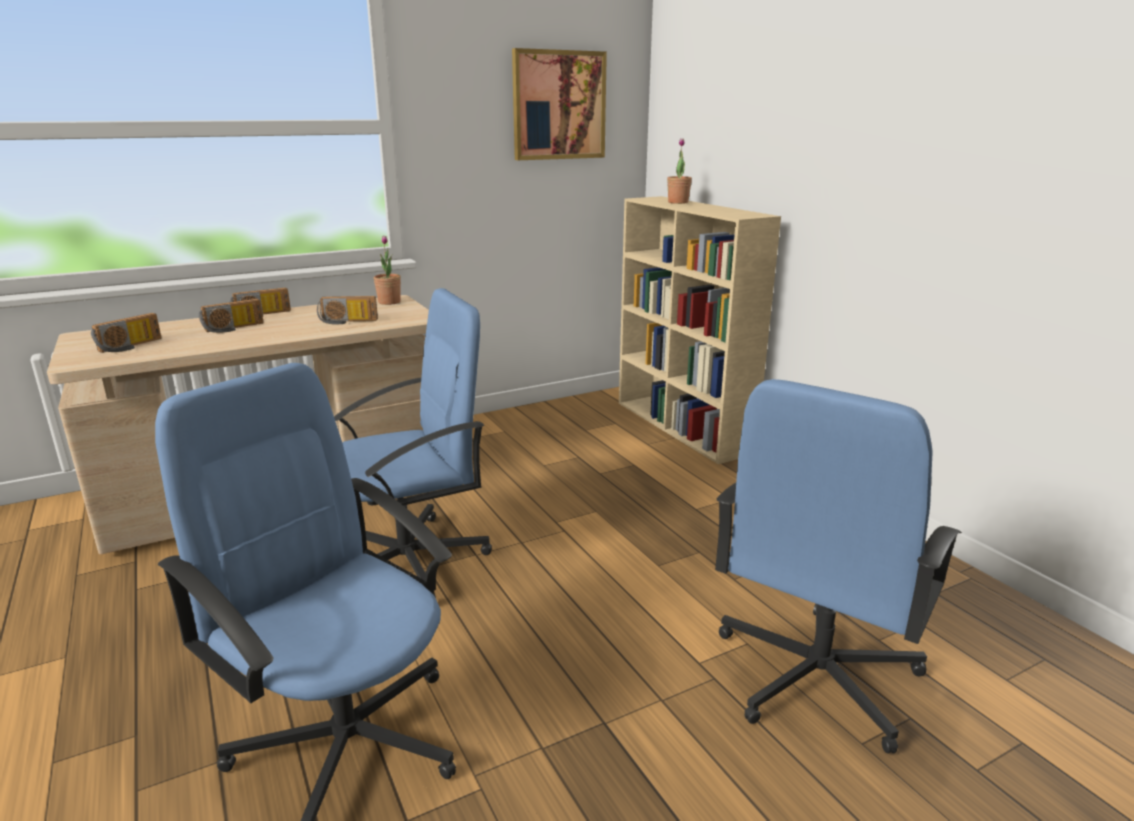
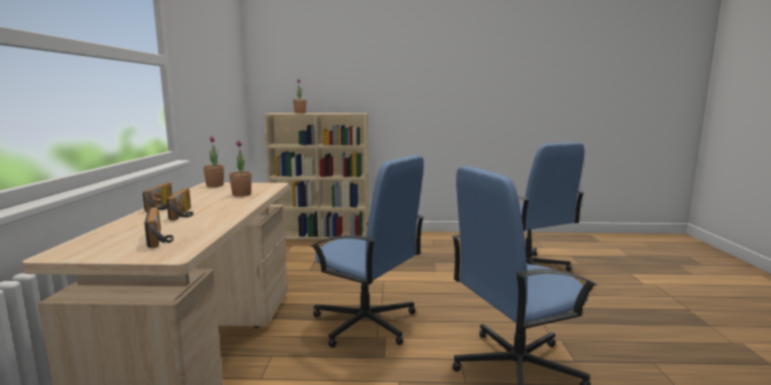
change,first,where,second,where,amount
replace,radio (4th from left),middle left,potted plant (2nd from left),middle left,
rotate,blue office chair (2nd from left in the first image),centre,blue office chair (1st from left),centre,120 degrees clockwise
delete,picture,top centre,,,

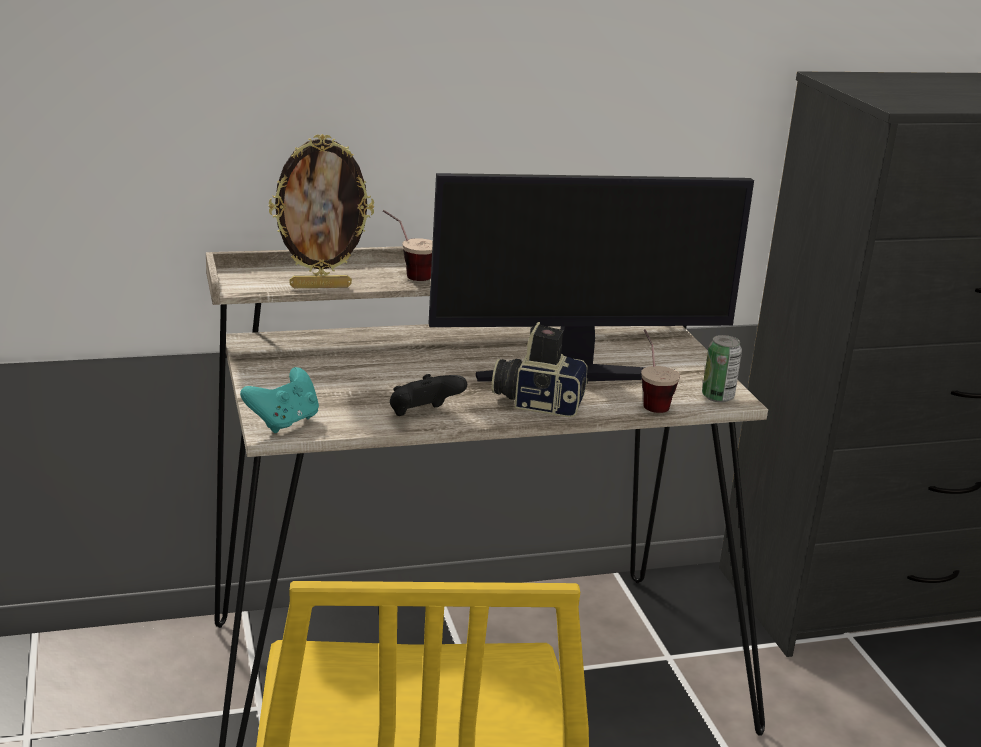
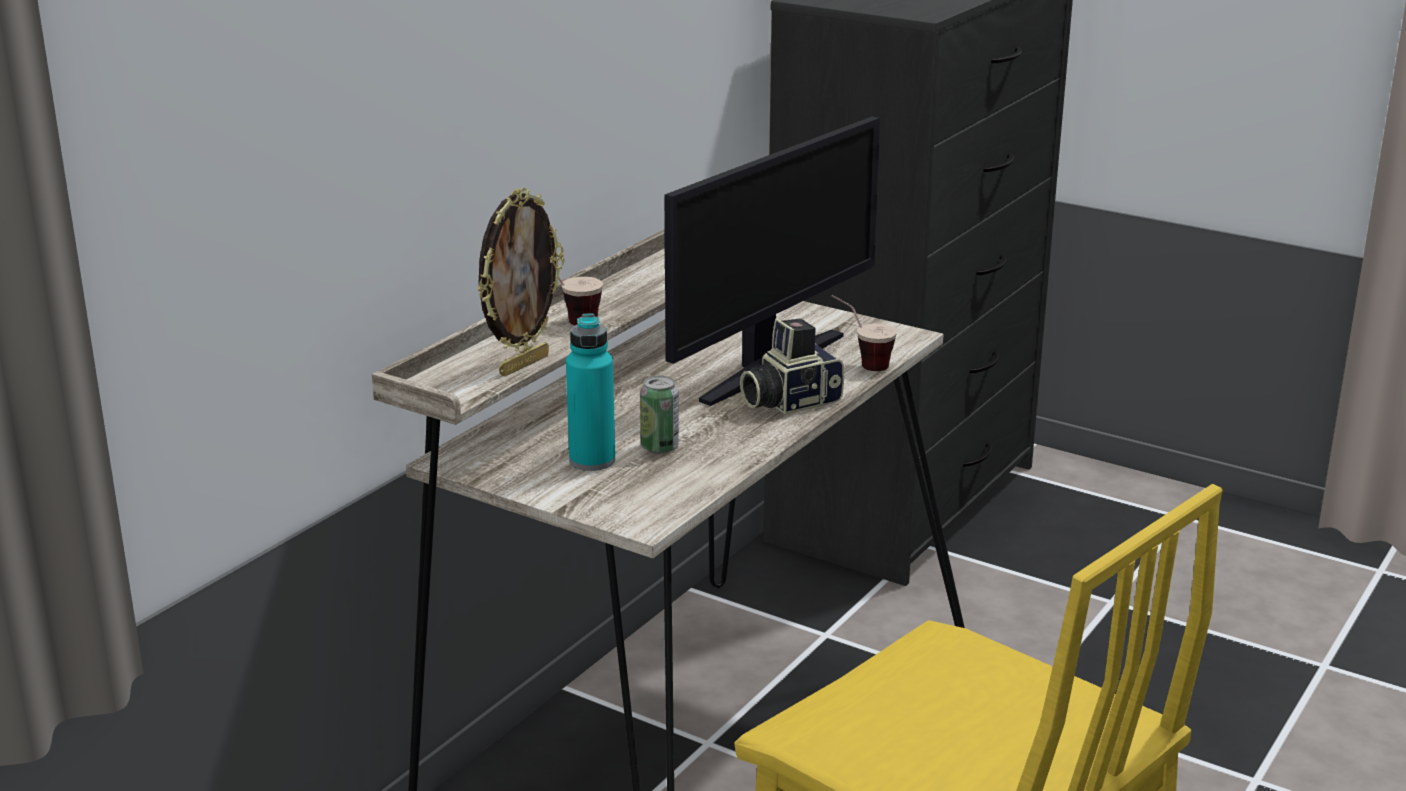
change,first,where,second,where,amount
delete,turquoise game controller,middle left,,,
delete,black game controller,centre,,,
move,can,middle right,,centre,
insert,,,turquoise bottle,centre,

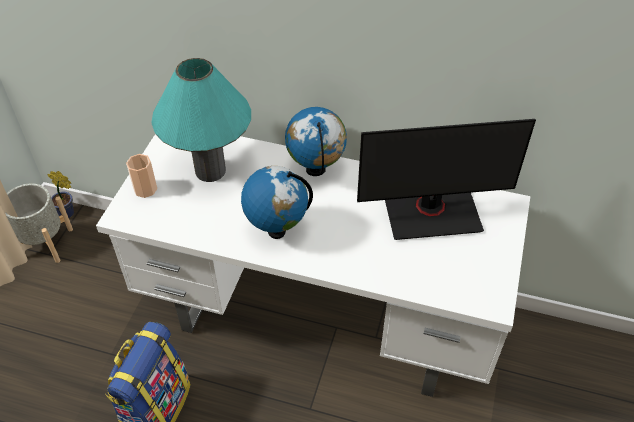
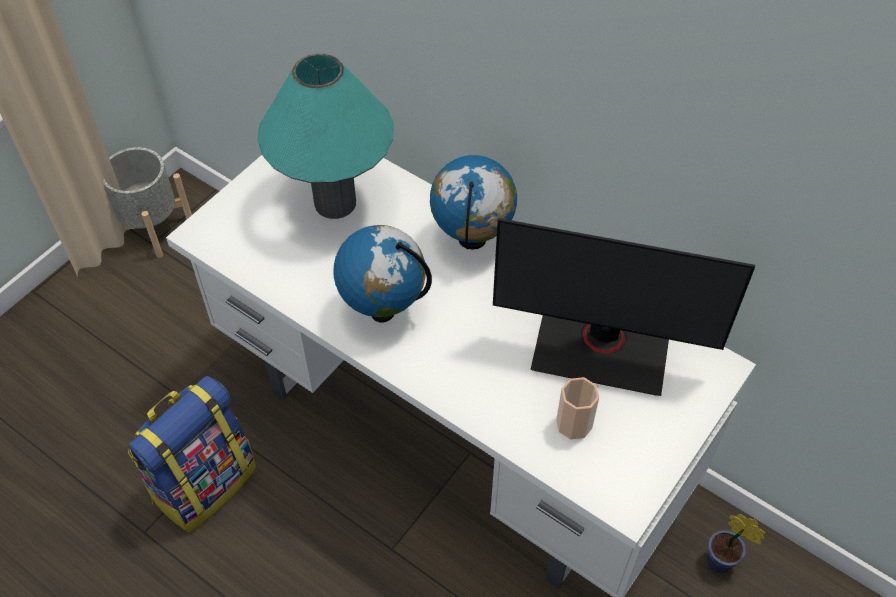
change,first,where,second,where,amount
move,potted plant,middle left,,bottom right,
move,cup,middle left,,bottom centre,

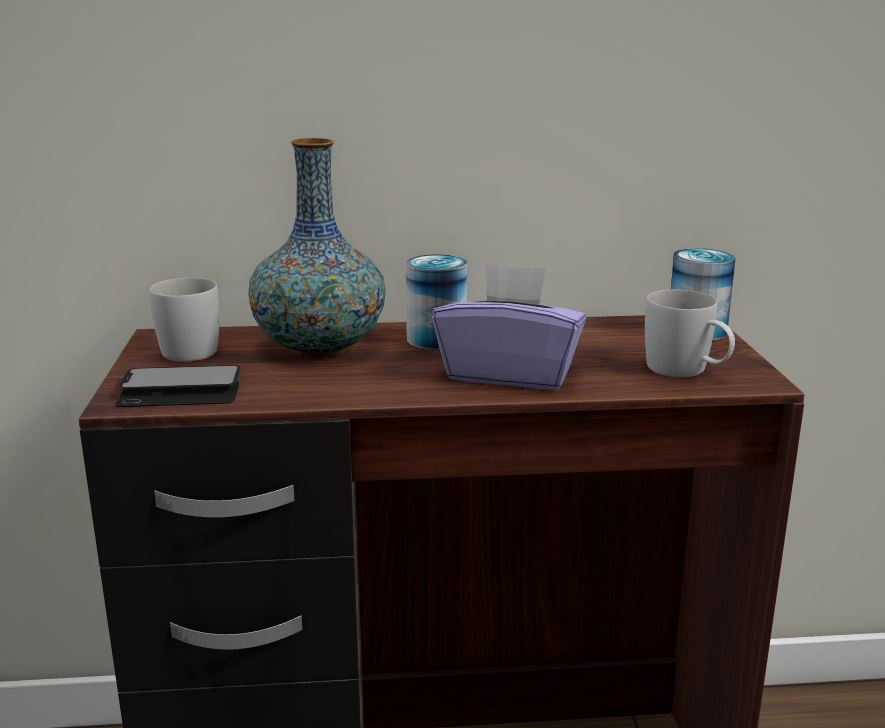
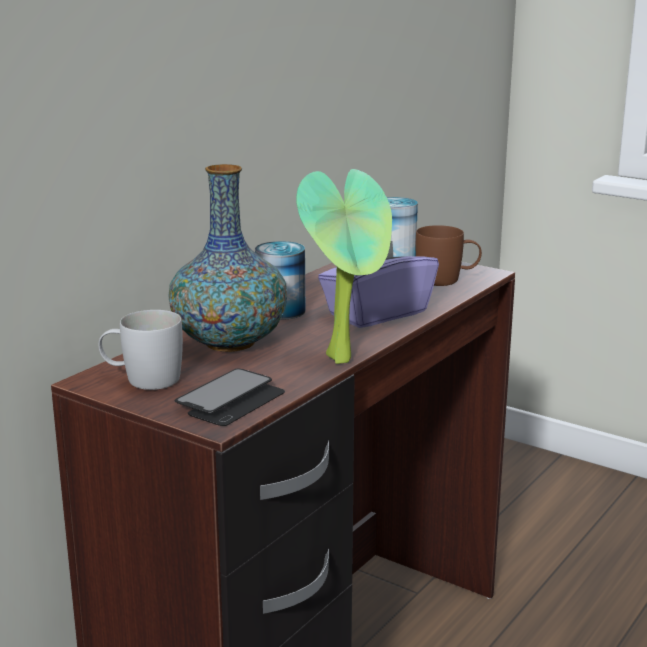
change,first,where,second,where,amount
recolor,white mug (2nd from left),middle right,brown mug,middle right,
insert,,,potted plant,centre,

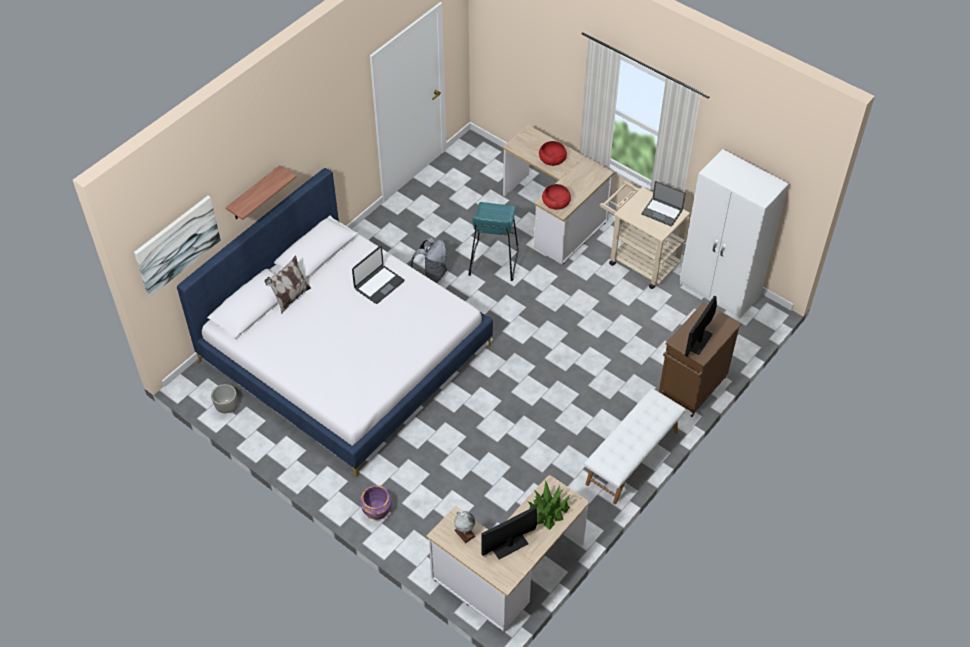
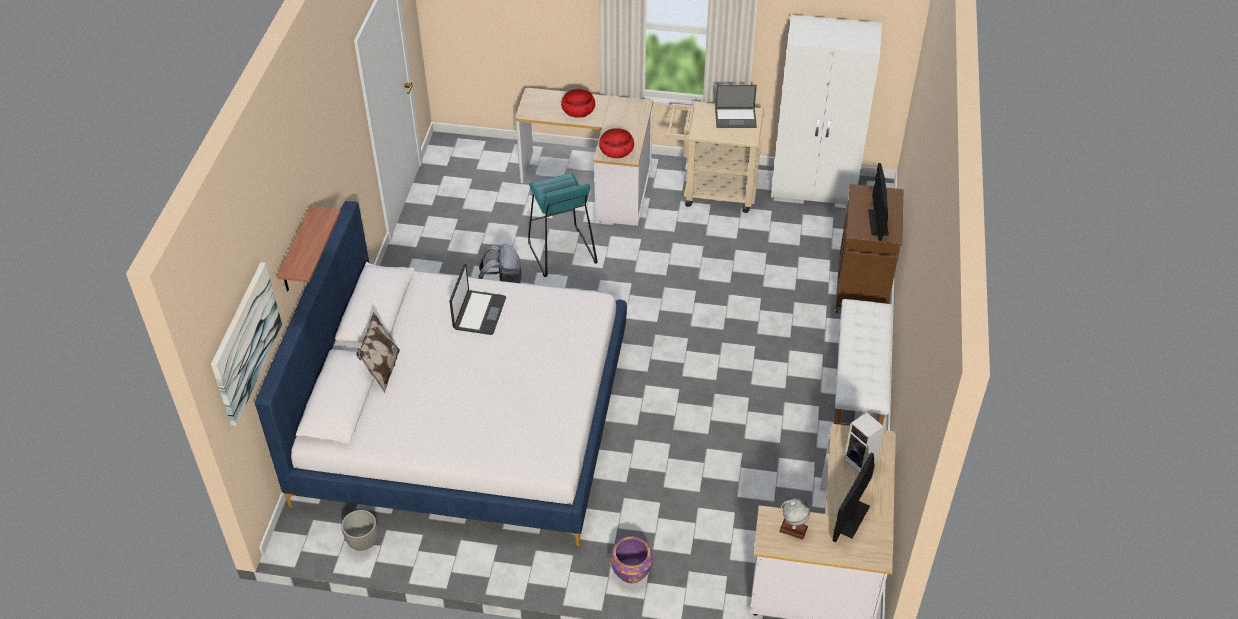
change,first,where,second,where,amount
replace,potted plant,bottom centre,speaker,bottom right,

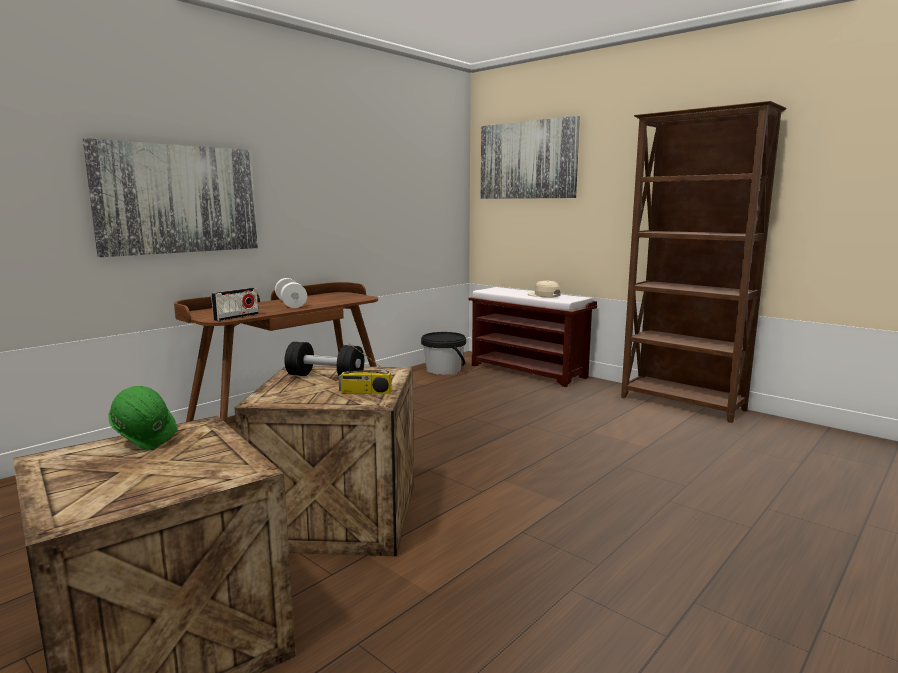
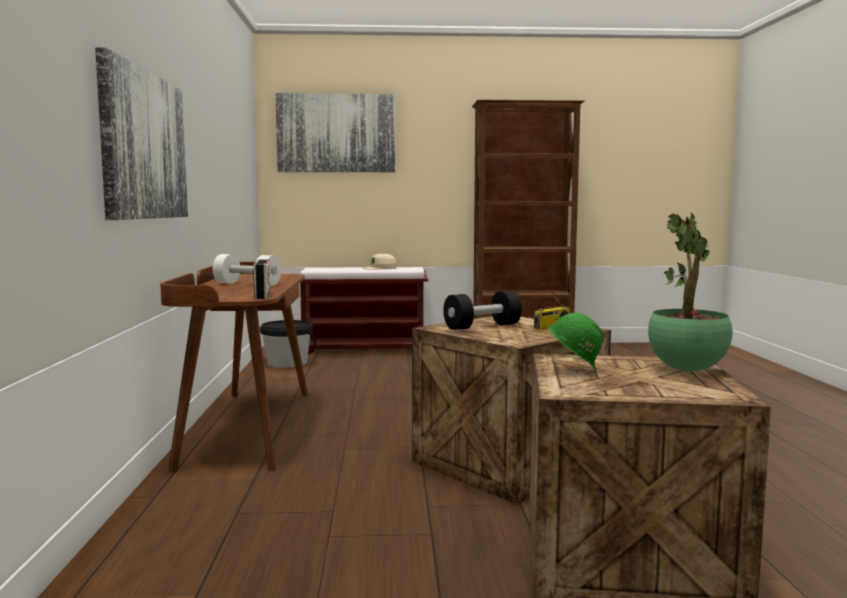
change,first,where,second,where,amount
insert,,,potted plant,middle right,

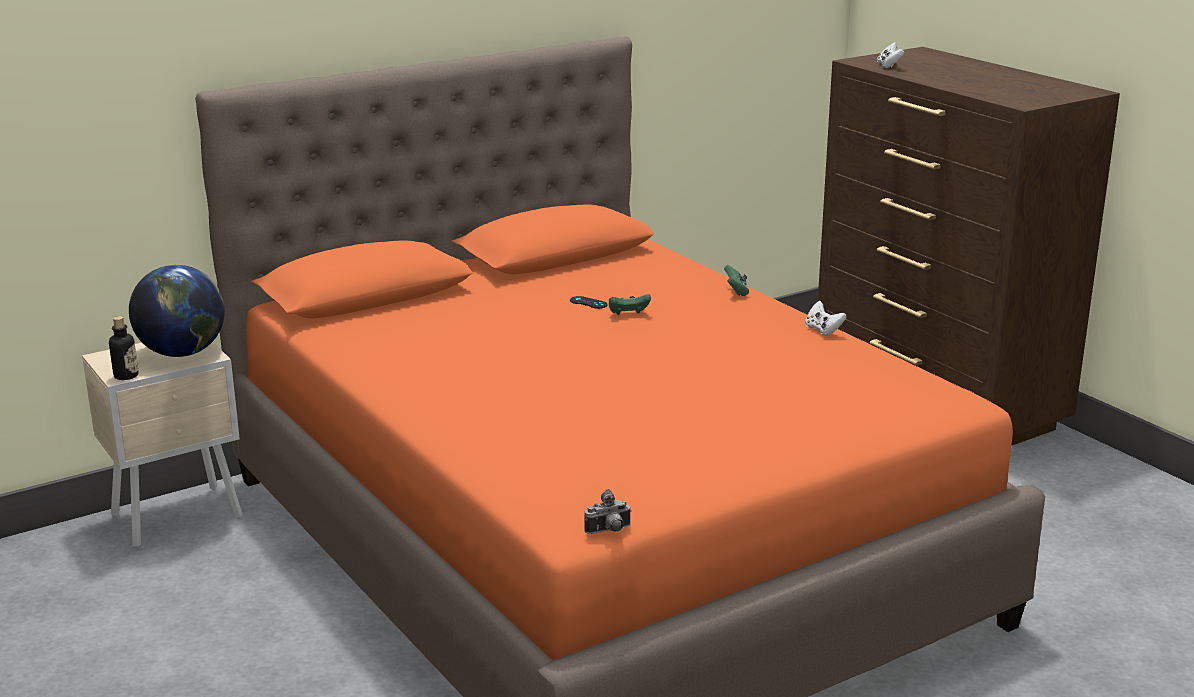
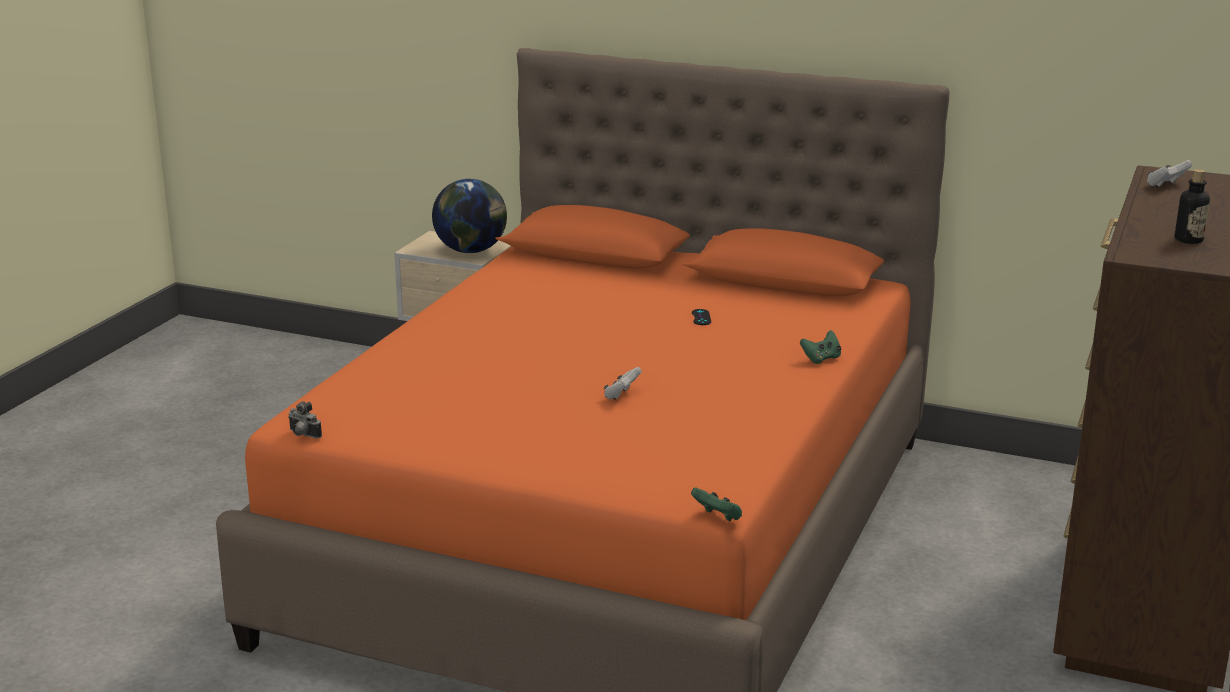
change,first,where,second,where,amount
move,bottle,middle left,,top right,
move,green game controller (1st from left),centre,,bottom centre,
move,white game controller (1st from left),middle right,,centre,

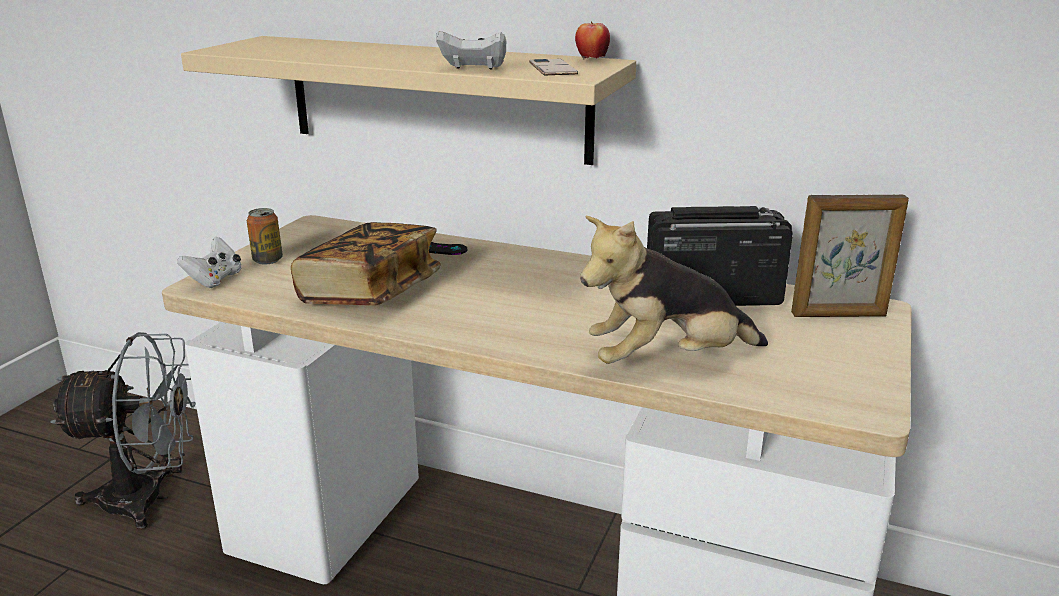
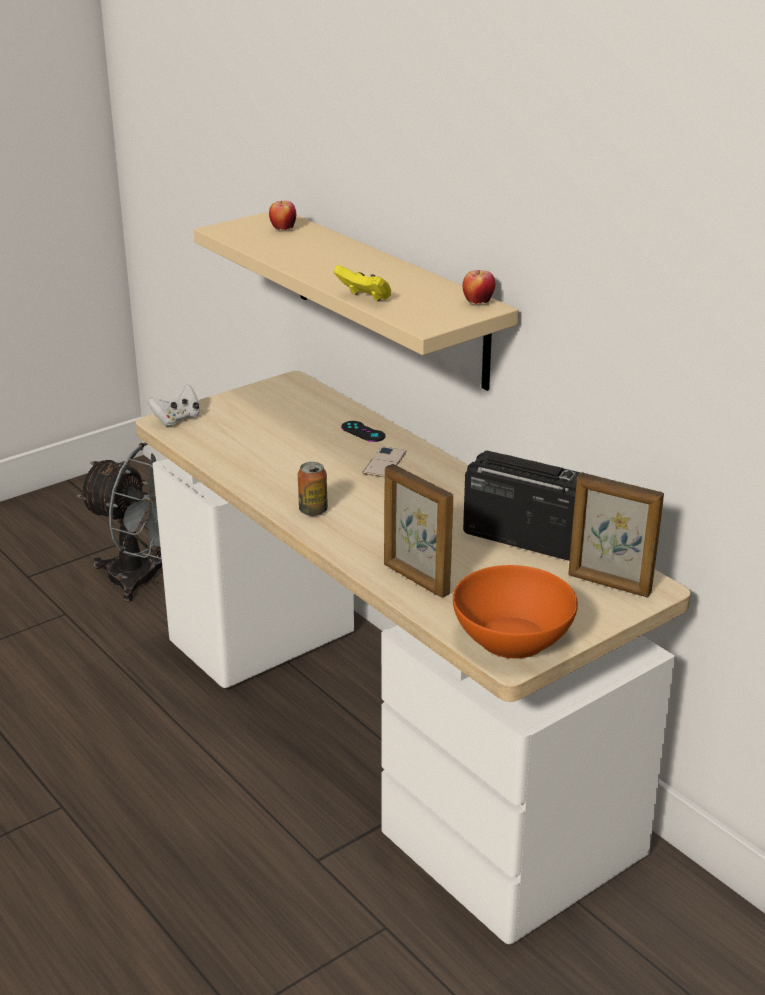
change,first,where,second,where,amount
move,can,middle left,,centre,
delete,book,centre,,,
recolor,white game controller (2nd from left),top centre,yellow game controller,top centre,
move,phone,top centre,,centre,
replace,plush toy,centre,picture frame (1st from left),centre,
insert,,,apple (1st from left),top centre,
insert,,,orange bowl,middle right,

